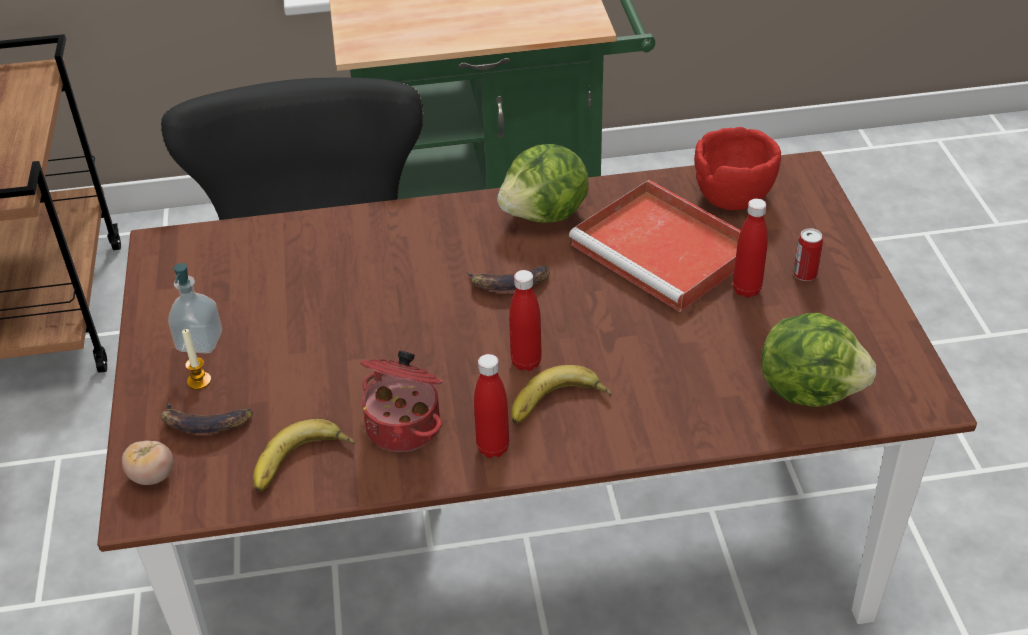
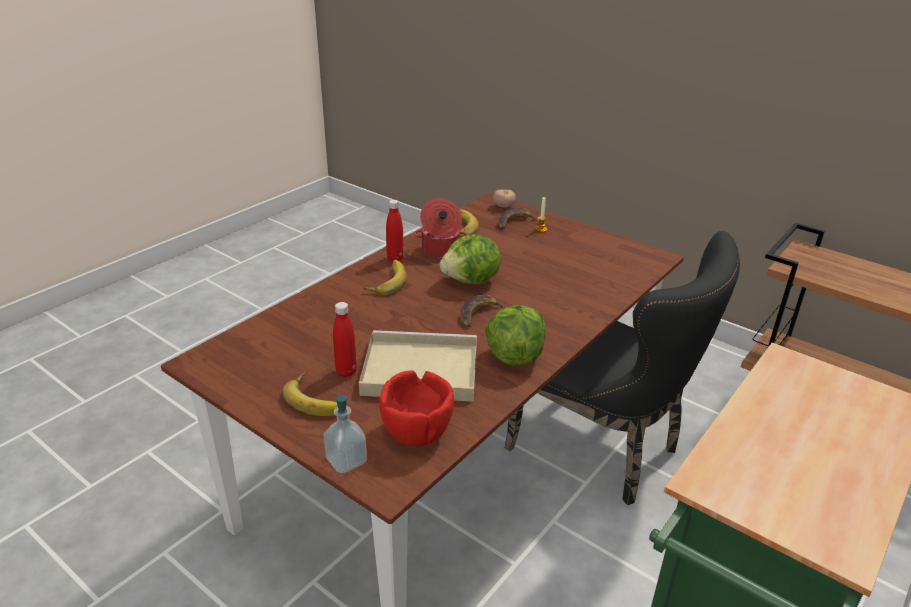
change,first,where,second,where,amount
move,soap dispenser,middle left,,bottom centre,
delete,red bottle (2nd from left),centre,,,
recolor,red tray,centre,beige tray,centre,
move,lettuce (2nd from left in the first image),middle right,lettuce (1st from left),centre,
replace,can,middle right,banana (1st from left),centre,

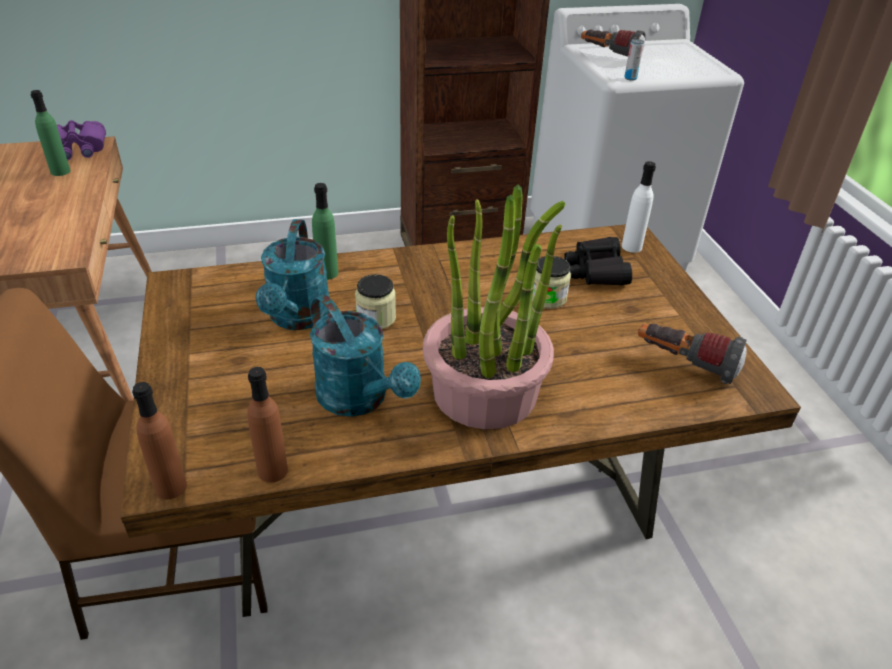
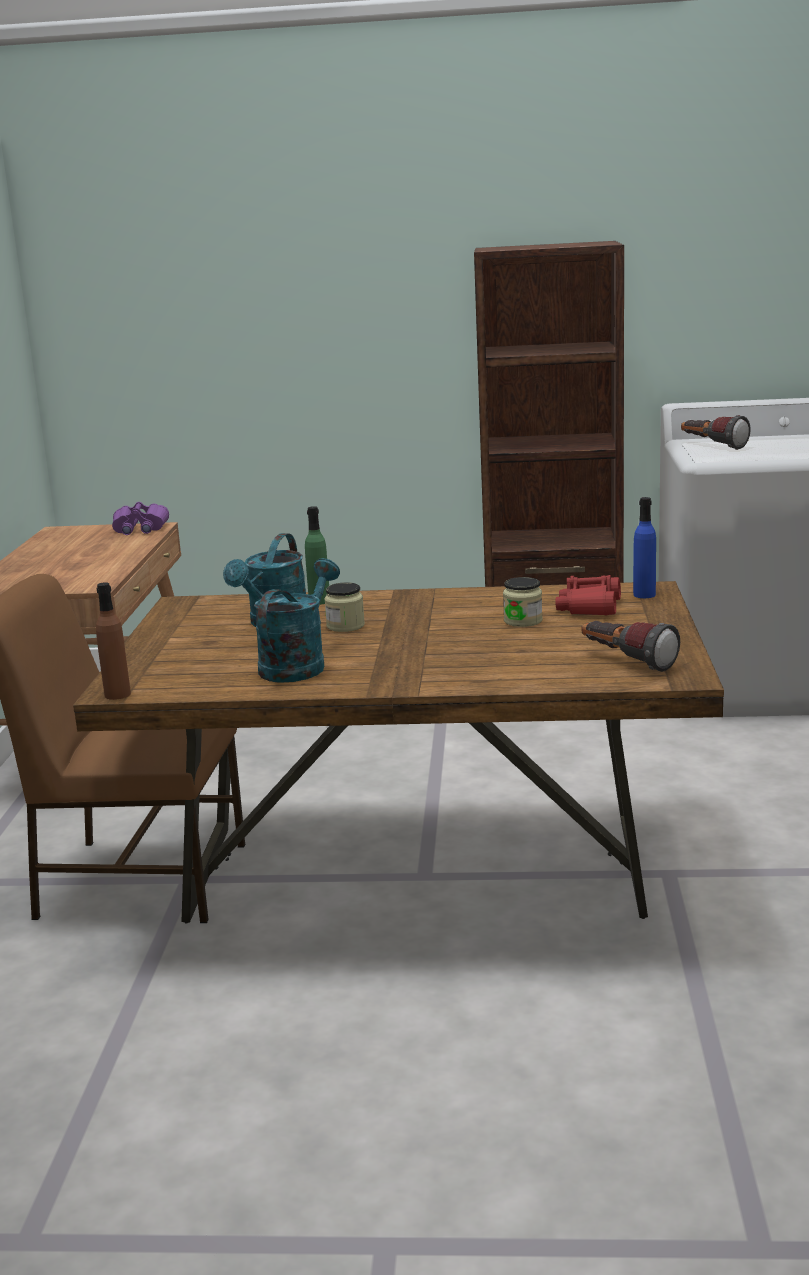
change,first,where,second,where,amount
delete,green bottle (1st from left),top left,,,
delete,brown bottle (2nd from left),middle left,,,
rotate,turquoise watering can (2nd from left),centre,,centre,135 degrees counterclockwise
delete,potted plant,centre,,,
recolor,black binoculars,middle right,red binoculars,middle right,
recolor,white bottle,top right,blue bottle,middle right,
delete,can,top right,,,

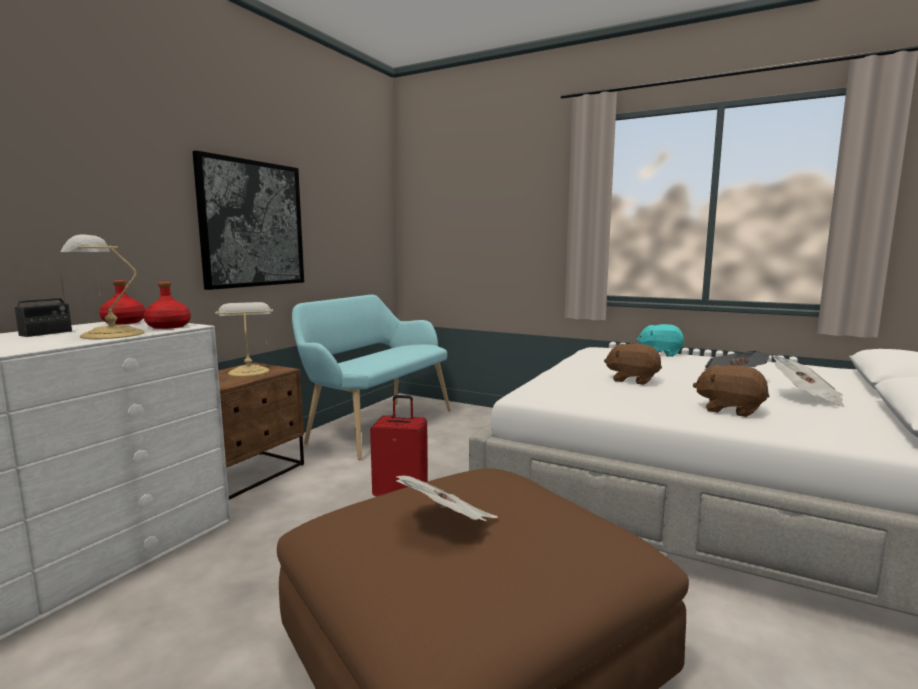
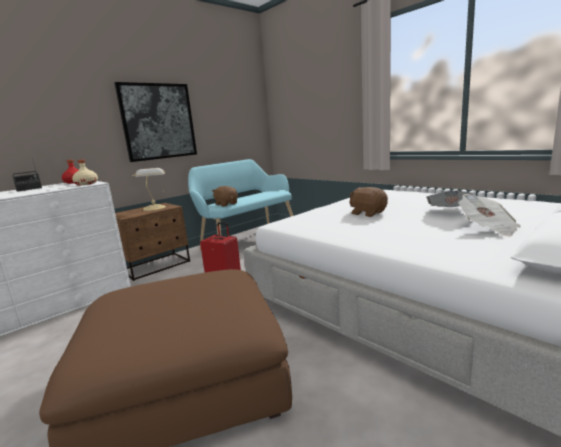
change,first,where,second,where,amount
delete,table lamp (1st from left),middle left,,,
recolor,red bottle (2nd from left),middle left,beige bottle,middle left,
delete,newspaper (1st from left),bottom centre,,,
delete,turquoise plush toy,middle right,,,
move,brown plush toy (2nd from left in the first image),middle right,brown plush toy (1st from left),centre,

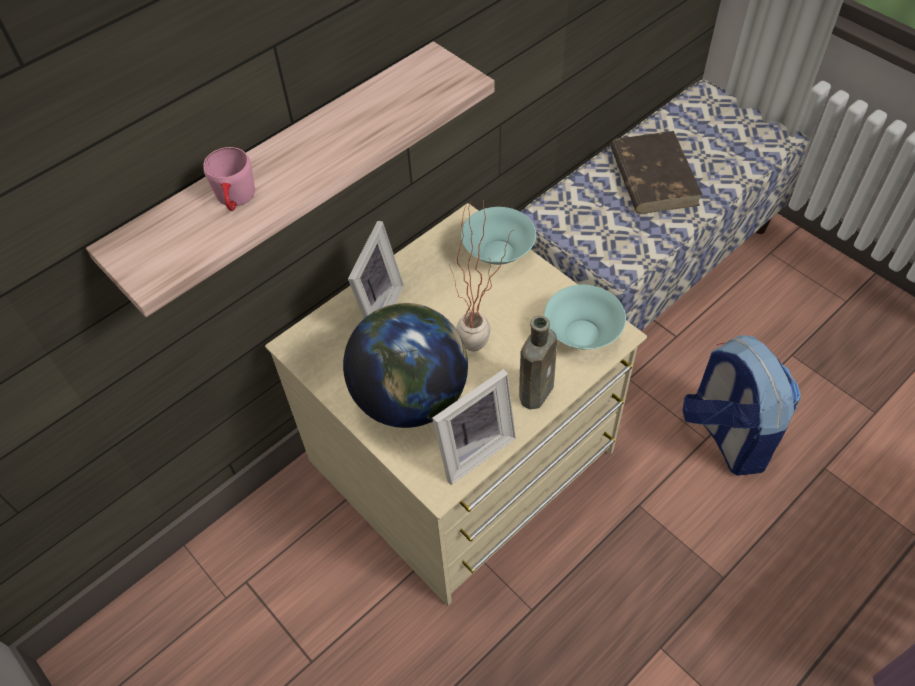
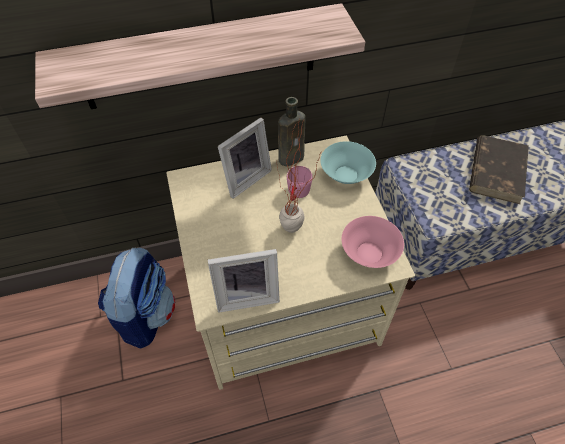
change,first,where,second,where,amount
move,pink mug,top left,,centre,
delete,globe,centre,,,
move,brown bottle,centre,,top centre,
recolor,turquoise bowl (2nd from left),centre,pink bowl,centre,
move,backpack,middle right,,bottom left,

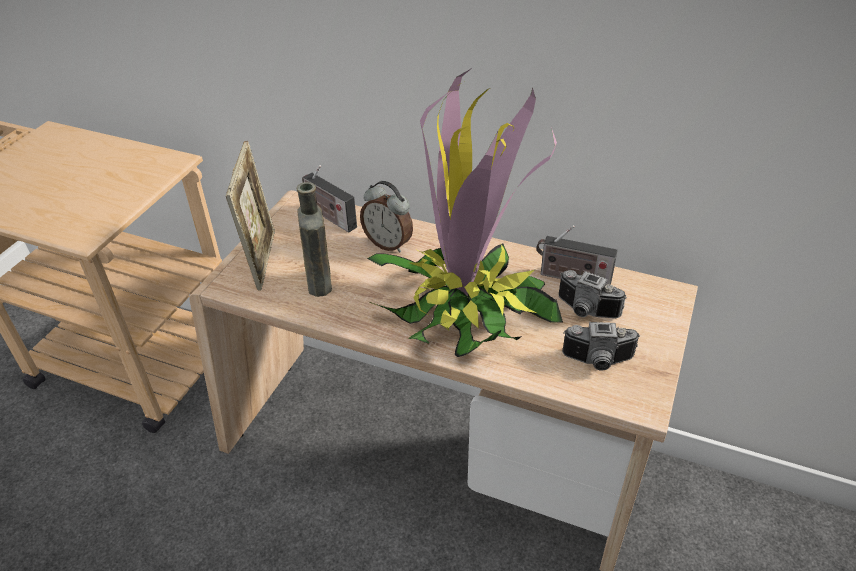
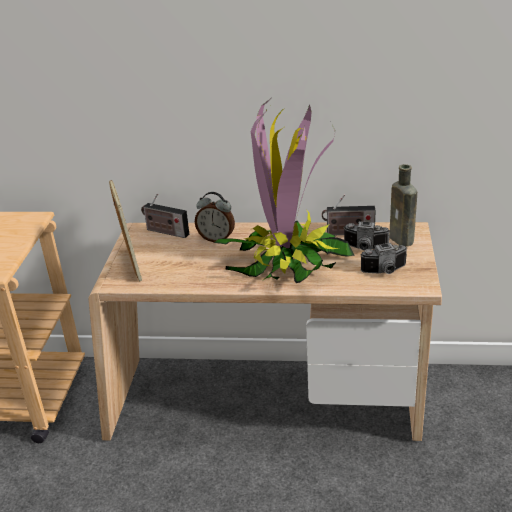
change,first,where,second,where,amount
move,brown bottle,centre,,middle right,

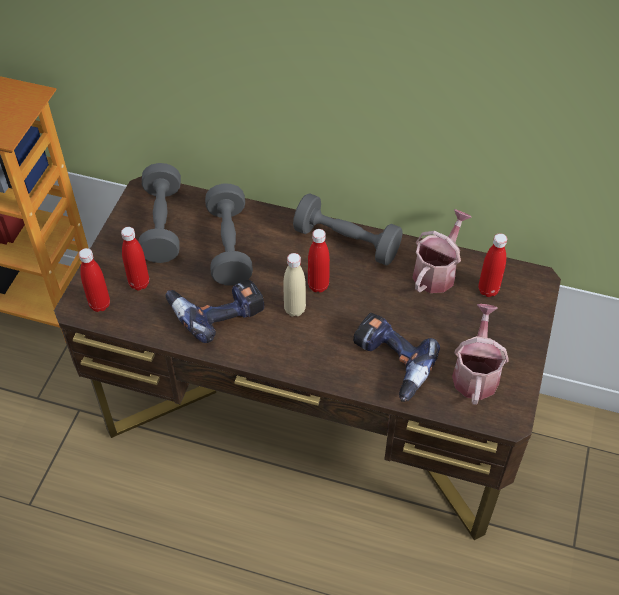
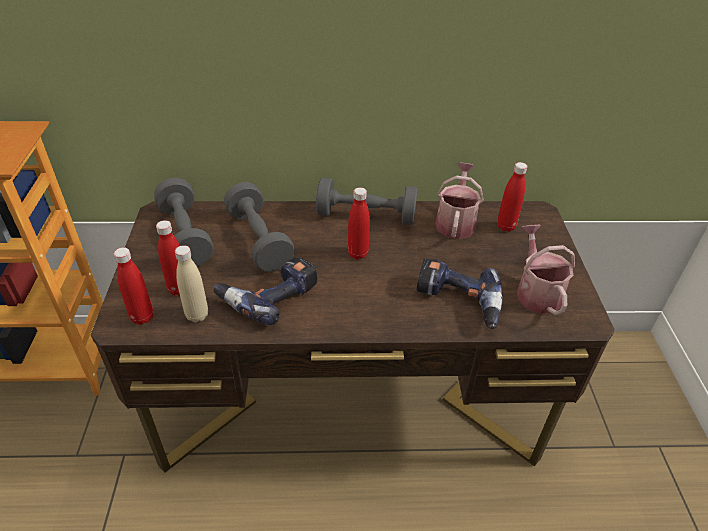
change,first,where,second,where,amount
move,beige bottle,centre,,middle left,

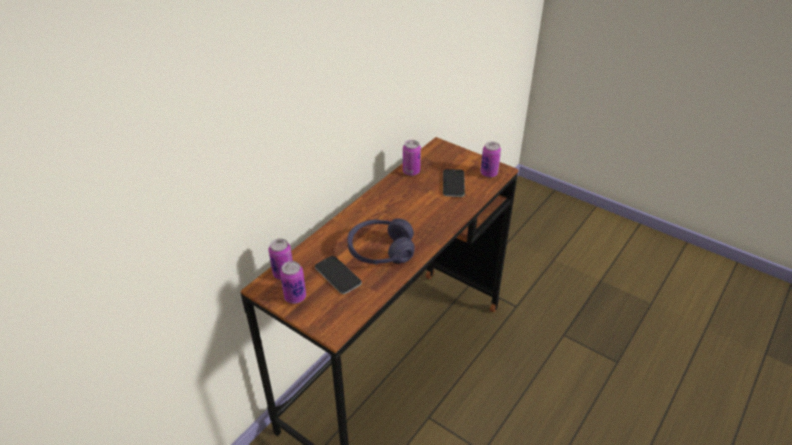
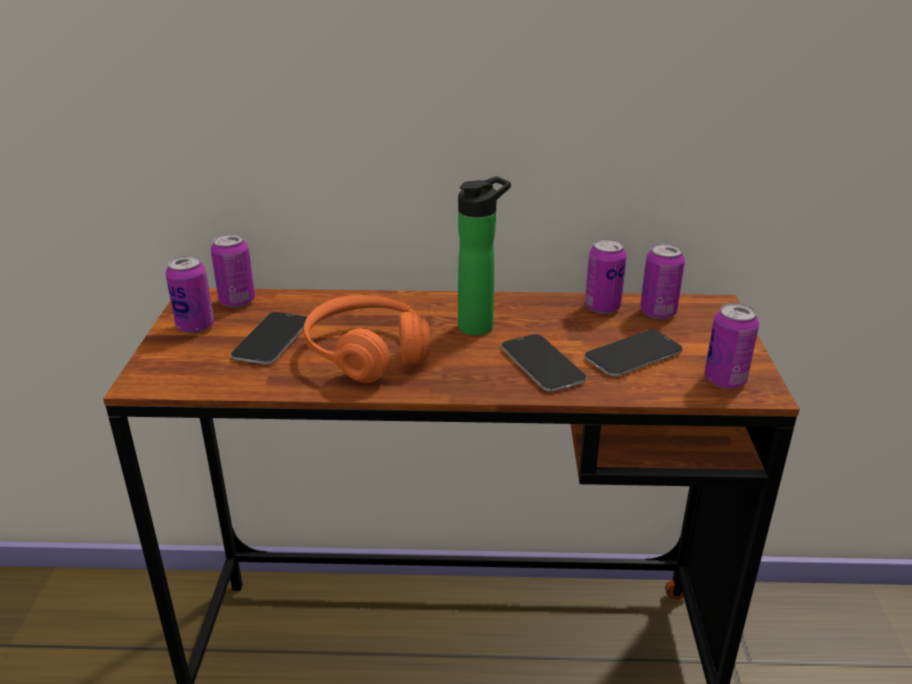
change,first,where,second,where,amount
recolor,purple headphones,centre,orange headphones,centre,
insert,,,bottle,centre,
insert,,,phone (2nd from left),centre,
insert,,,can (4th from left),middle right,

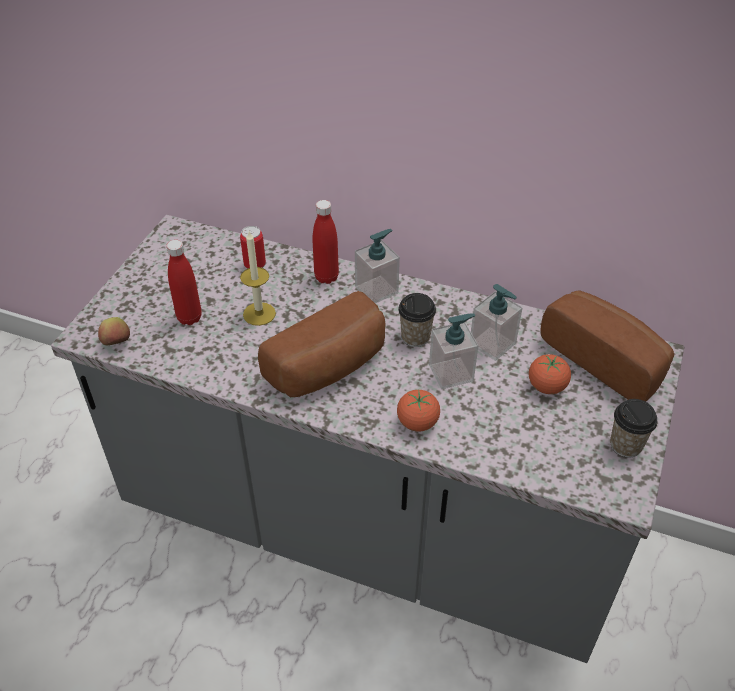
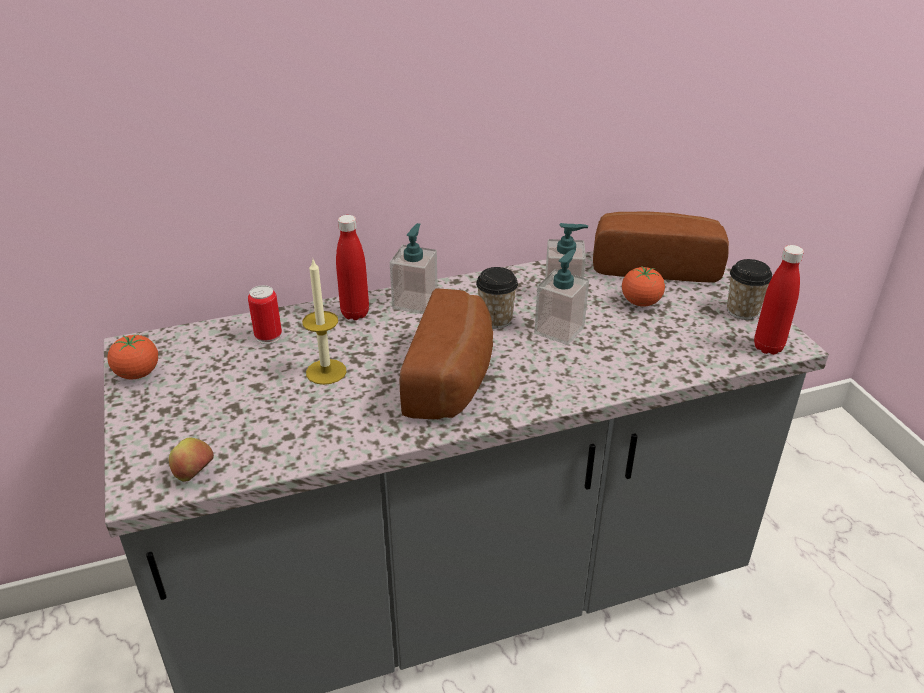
change,first,where,second,where,amount
move,red bottle (1st from left in the first image),middle left,red bottle (2nd from left),middle right,
move,tomato (1st from left),centre,,middle left,

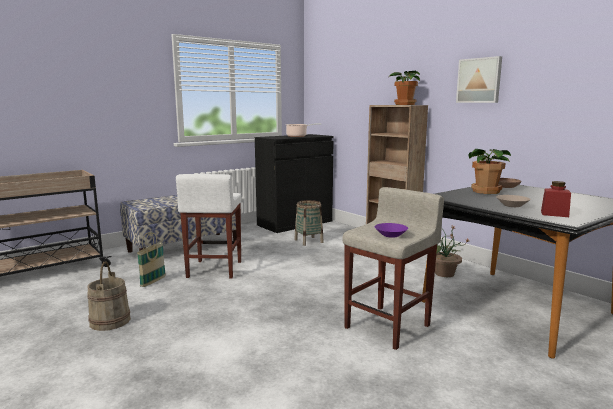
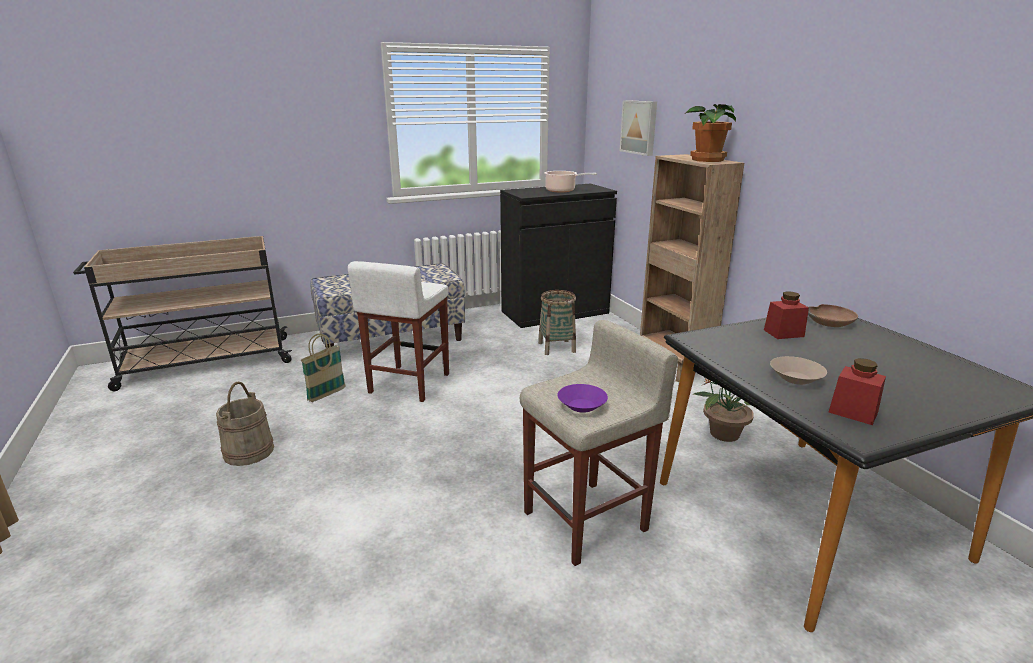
change,first,where,second,where,amount
move,picture,top right,,top centre,
replace,potted plant (3rd from left),middle right,red jar (1st from left),middle right,

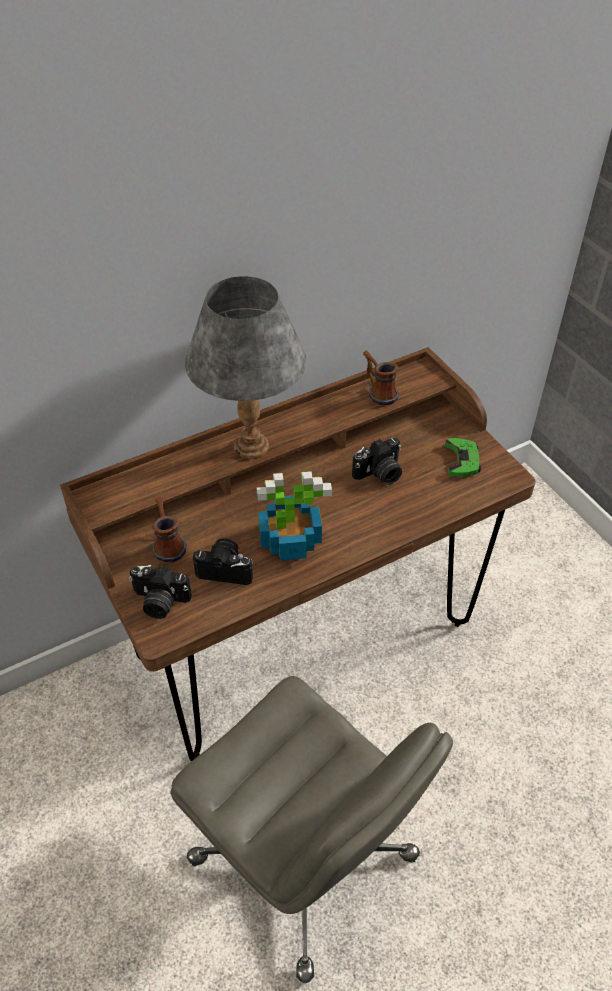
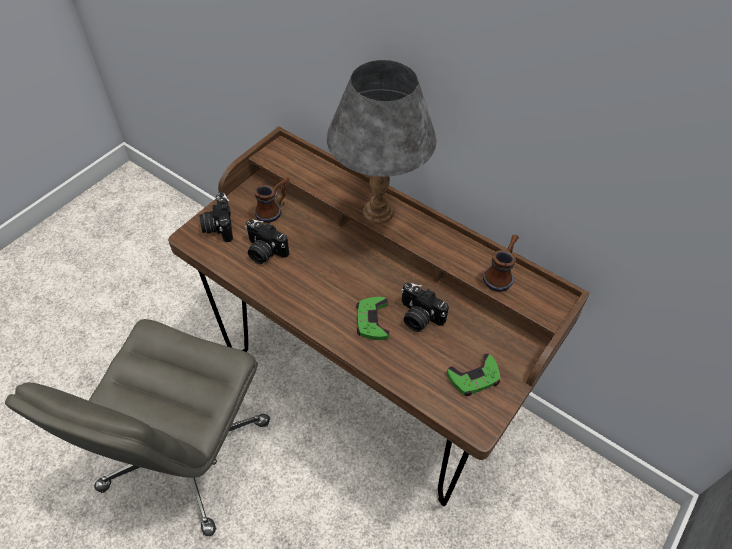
change,first,where,second,where,amount
rotate,photo camera (2nd from left),centre,,centre,135 degrees clockwise
delete,potted plant,centre,,,
insert,,,green game controller (1st from left),centre,

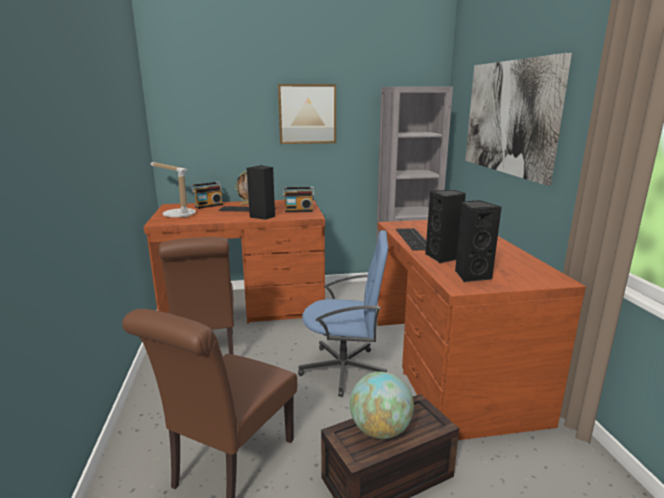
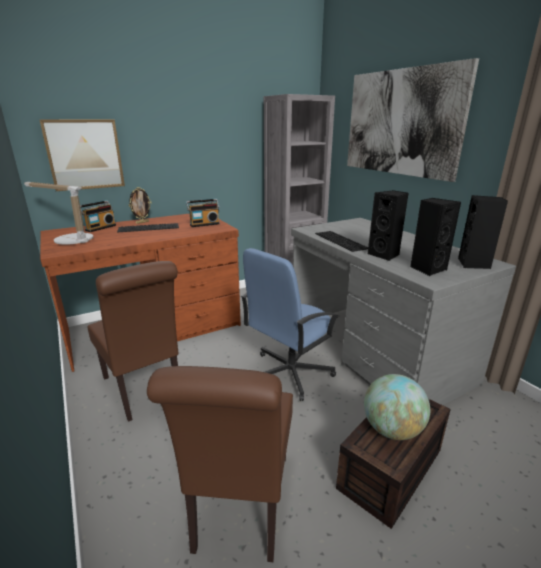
change,first,where,second,where,amount
move,black speaker (1st from left in the first image),centre,black speaker (3rd from left),middle right,
move,picture (1st from left),top centre,,top left,
rotate,blue office chair,centre,,centre,150 degrees clockwise
recolor,brown desk (2nd from left),middle right,grey desk,middle right,

